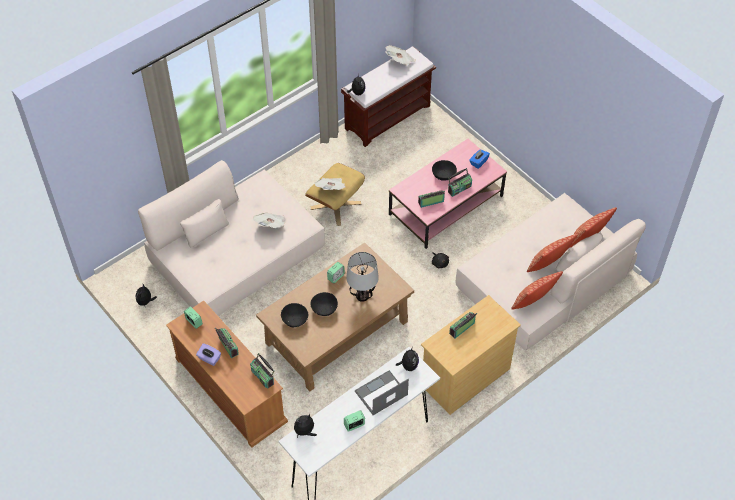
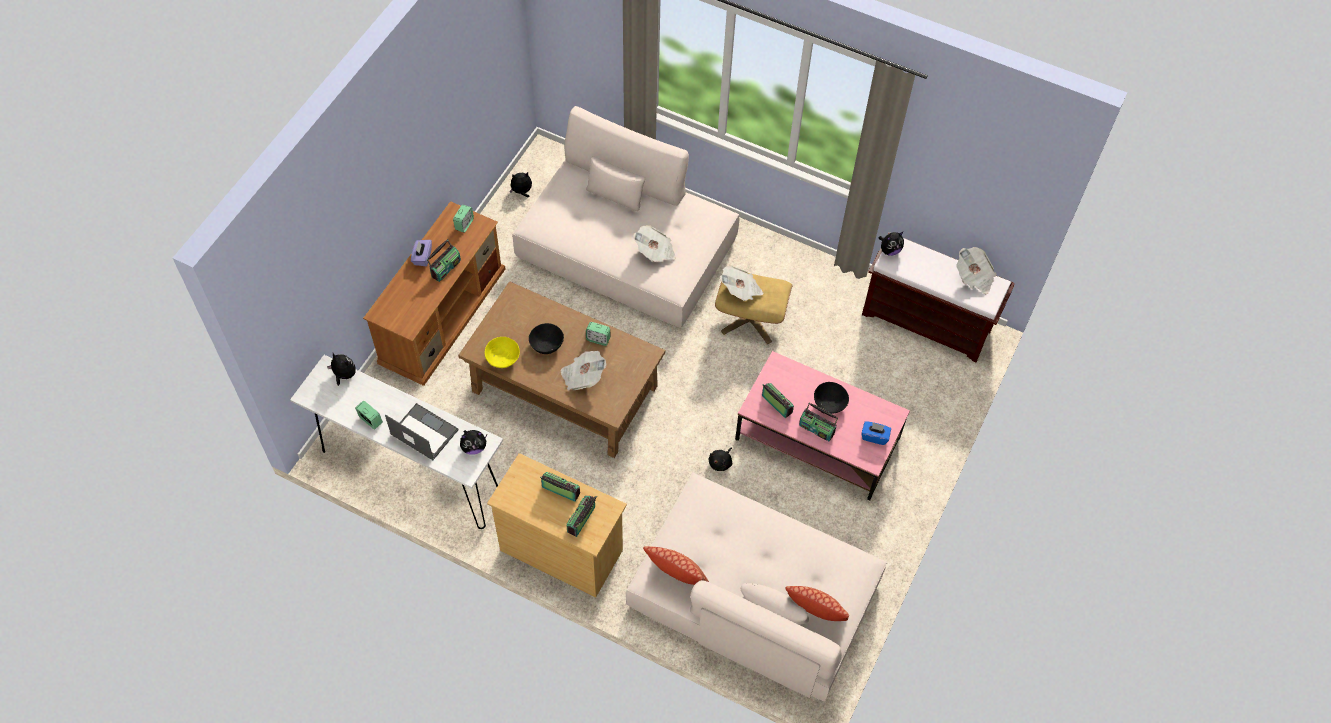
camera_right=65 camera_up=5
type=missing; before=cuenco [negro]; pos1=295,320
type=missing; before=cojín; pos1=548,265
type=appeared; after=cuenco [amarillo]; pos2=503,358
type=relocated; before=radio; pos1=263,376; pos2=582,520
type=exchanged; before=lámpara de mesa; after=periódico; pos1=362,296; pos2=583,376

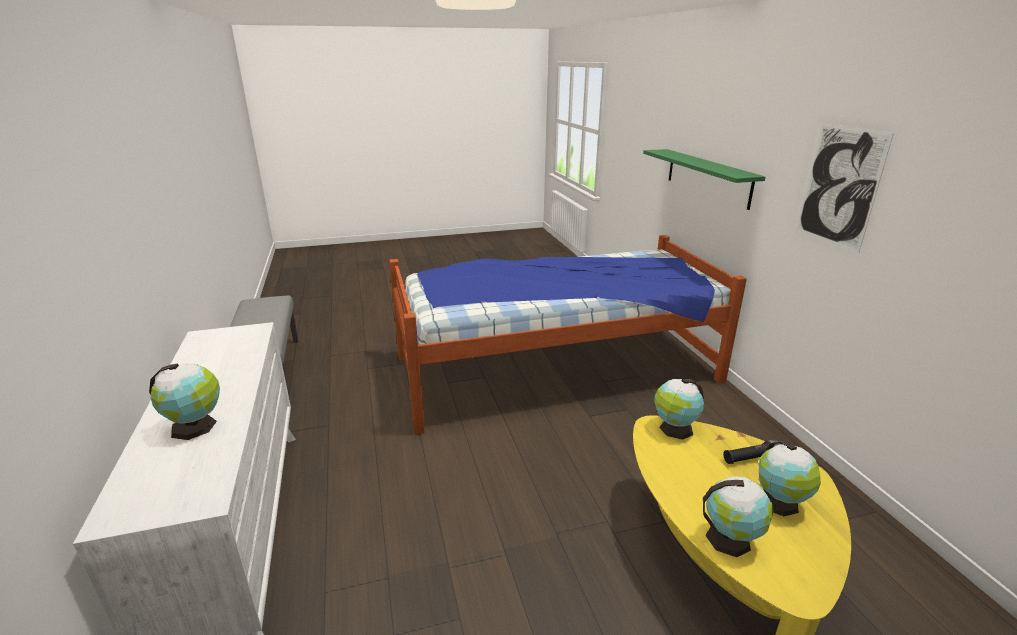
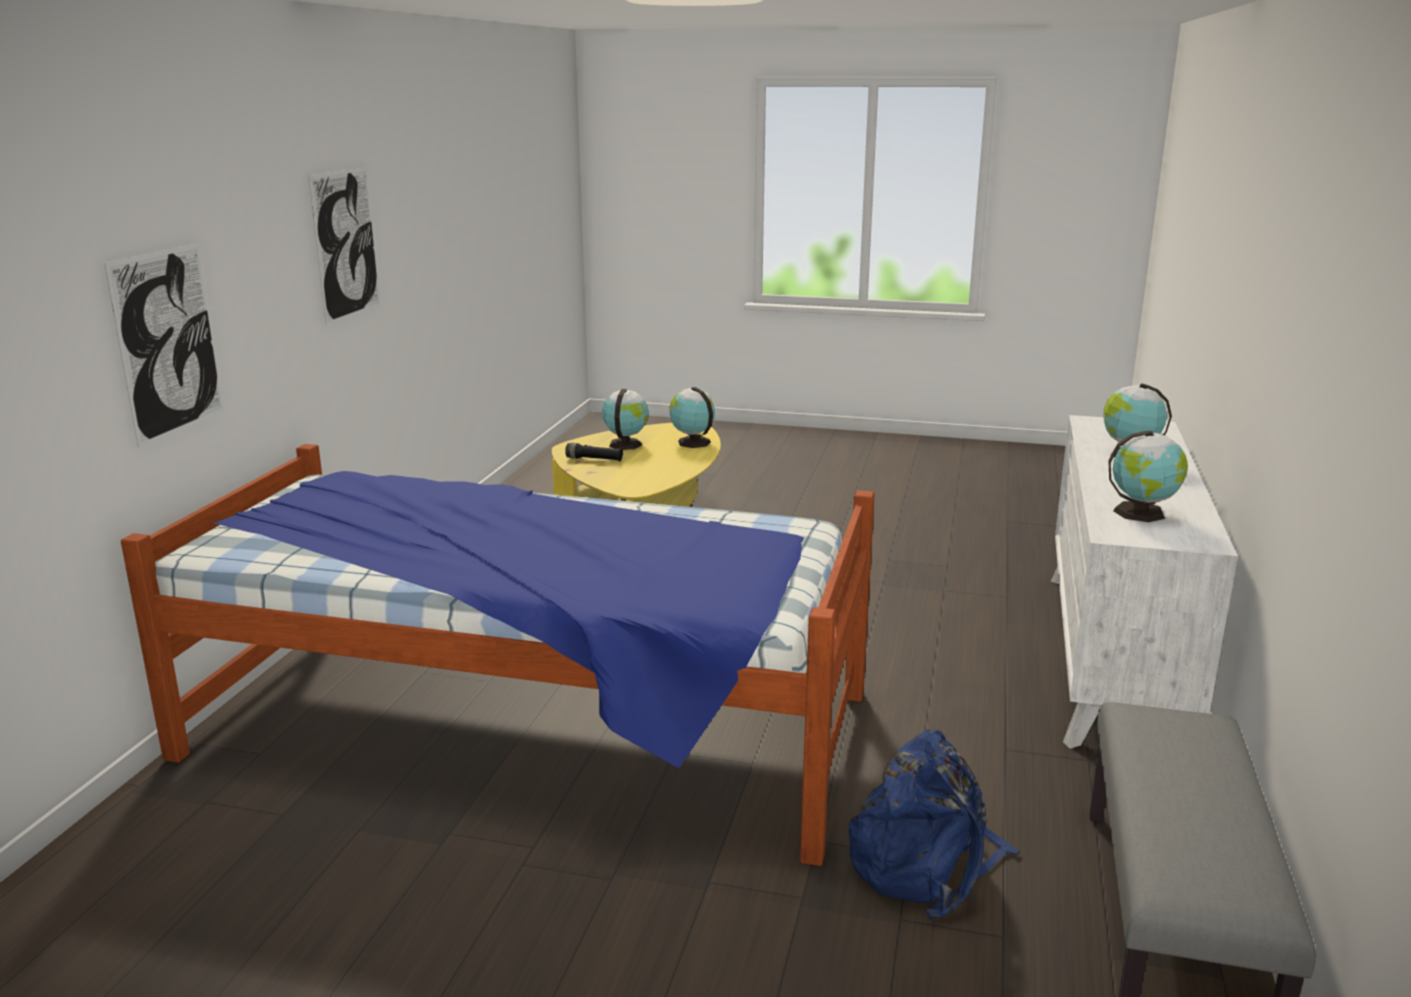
camera_right=-150 camera_up=-5
type=appeared; after=mochila [azul]; pos2=926,864
type=relocated; before=globo terráqueo; pos1=674,429; pos2=1142,513
type=exchanged; before=estante [verde]; after=cuadro; pos1=707,177; pos2=169,342

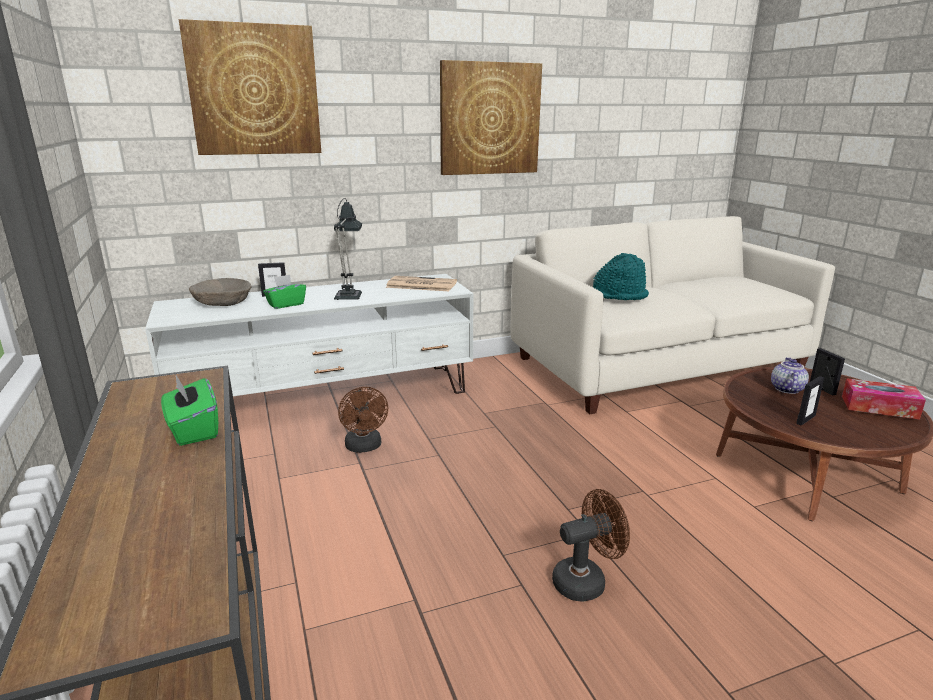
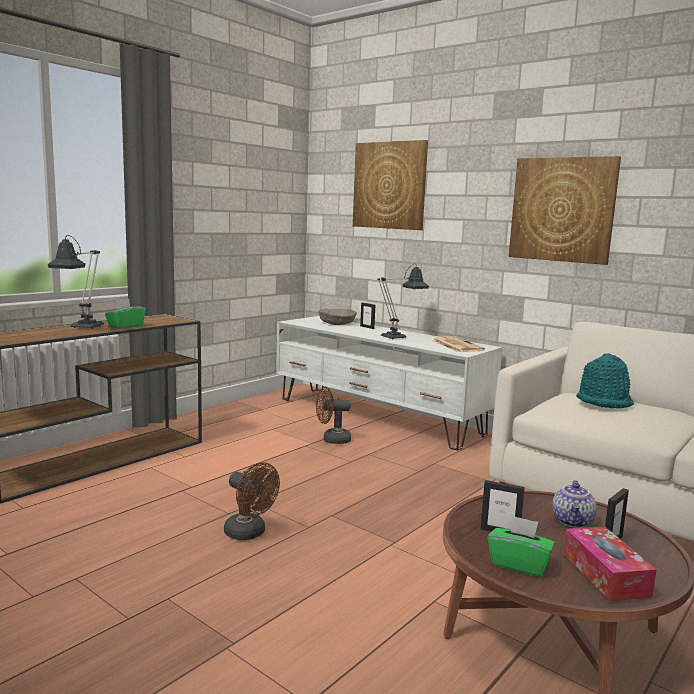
camera_right=60 camera_up=-10
type=appeared; after=lámpara de mesa; pos2=83,328
type=relocated; before=caja de pañuelos [verde]; pos1=286,304; pos2=519,564
type=spun; before=ventilador [marrón]; pos1=364,447; pos2=332,440; turn=45
type=spun; before=tetera; pos1=786,389; pos2=573,522; turn=120

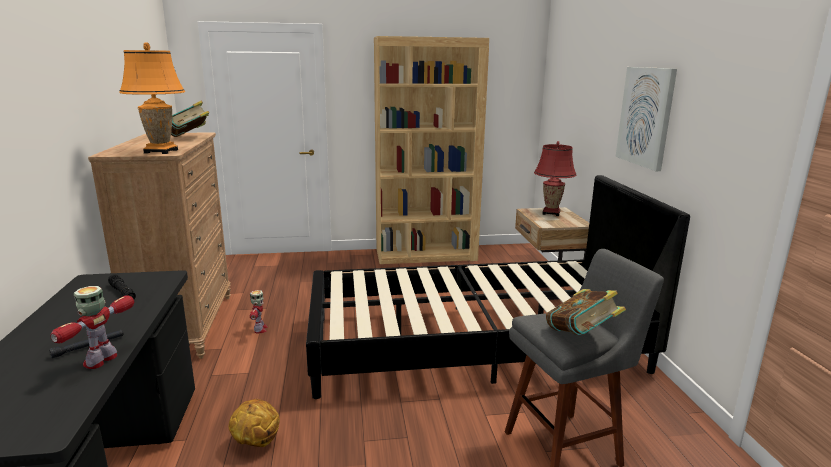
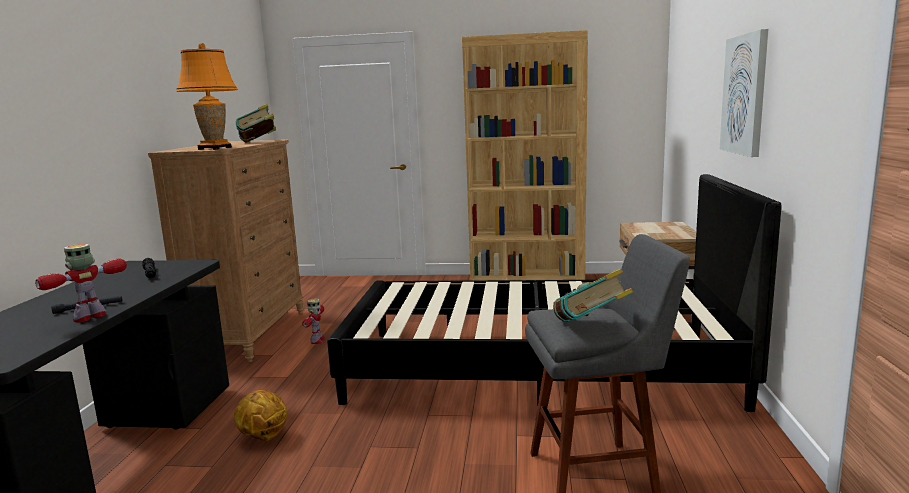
camera_right=15 camera_up=-5
type=missing; before=lámpara de mesa [rojo]; pos1=551,213

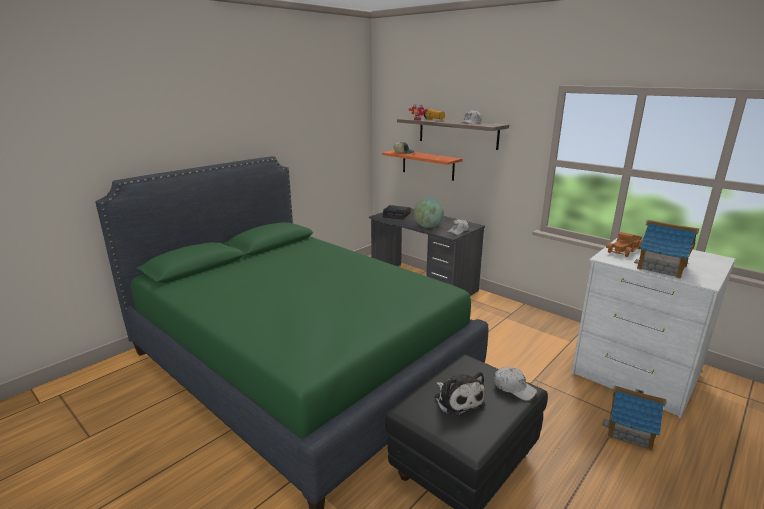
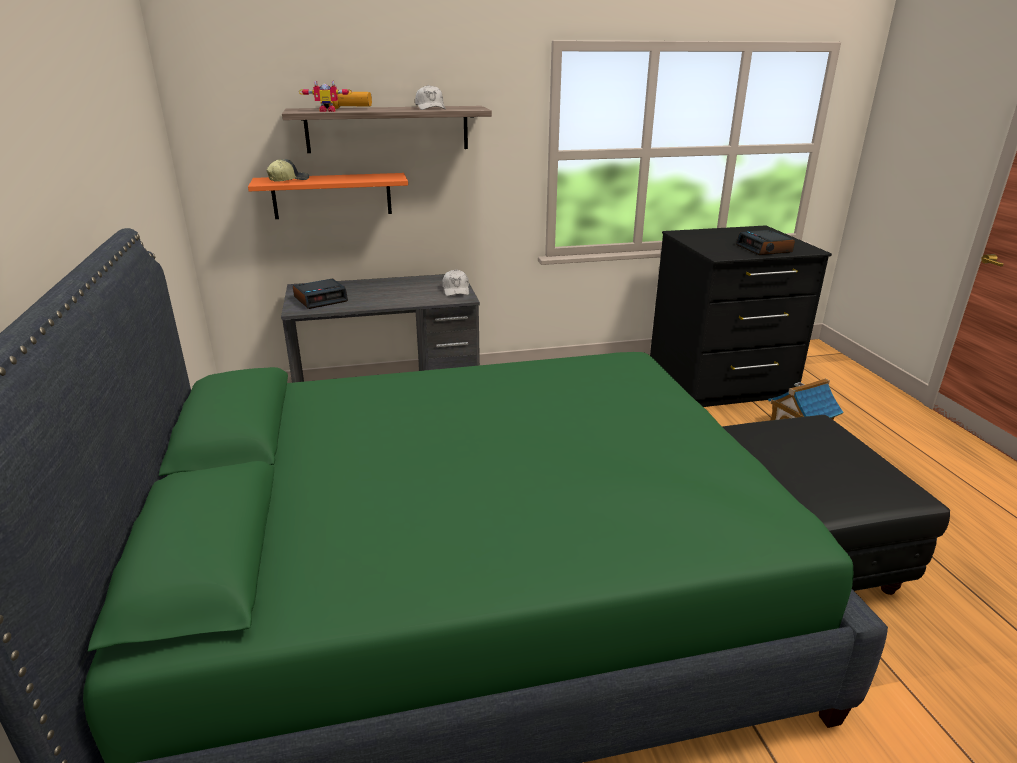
camera_right=-55 camera_up=5
type=missing; before=globo terráqueo; pos1=428,227
type=missing; before=peluche; pos1=457,400
type=missing; before=gorra [blanco]; pos1=514,388
type=missing; before=camión de juguete; pos1=624,250
type=exchanged; before=casita; after=despertador; pos1=662,267; pos2=764,249
type=colour; before=cómoda [blanco]; after=cómoda [negro]; pos1=634,375; pos2=720,382

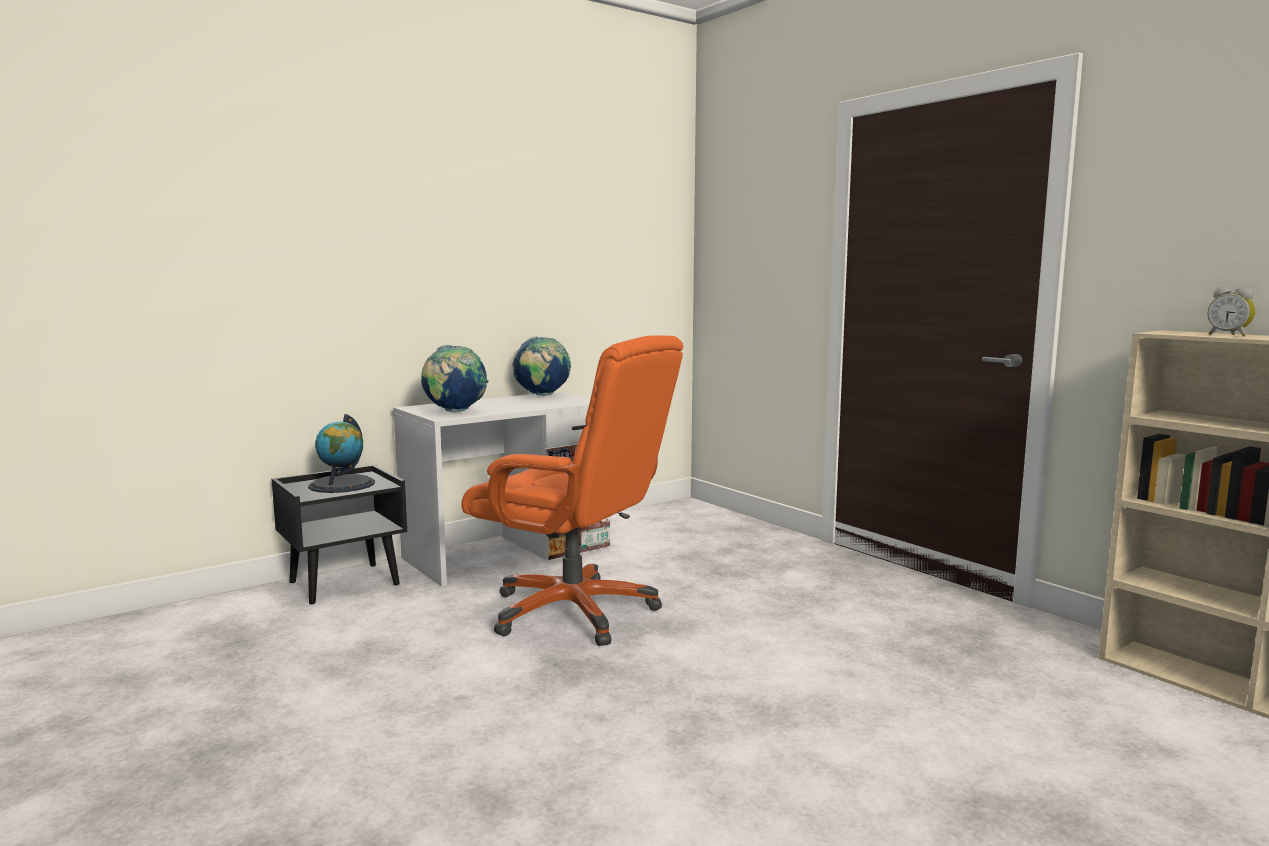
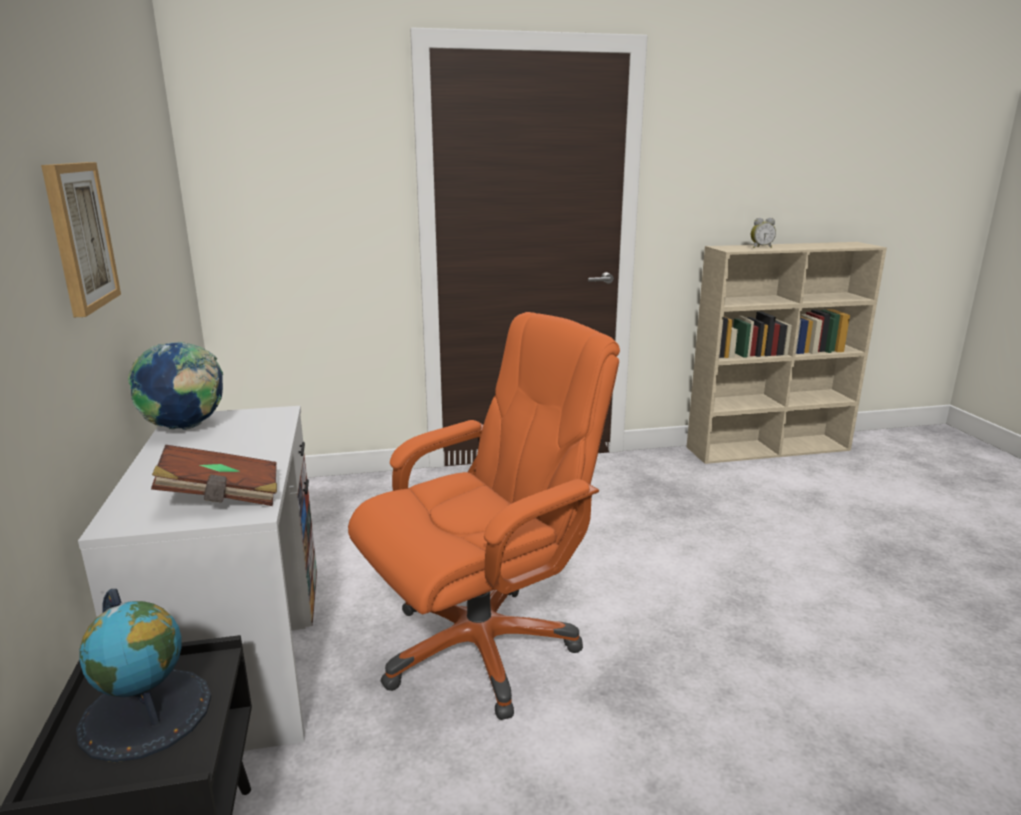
camera_right=-65 camera_up=10
type=appeared; after=cuadro; pos2=79,236
type=exchanged; before=globo terráqueo; after=libro [marrón]; pos1=454,412; pos2=221,497

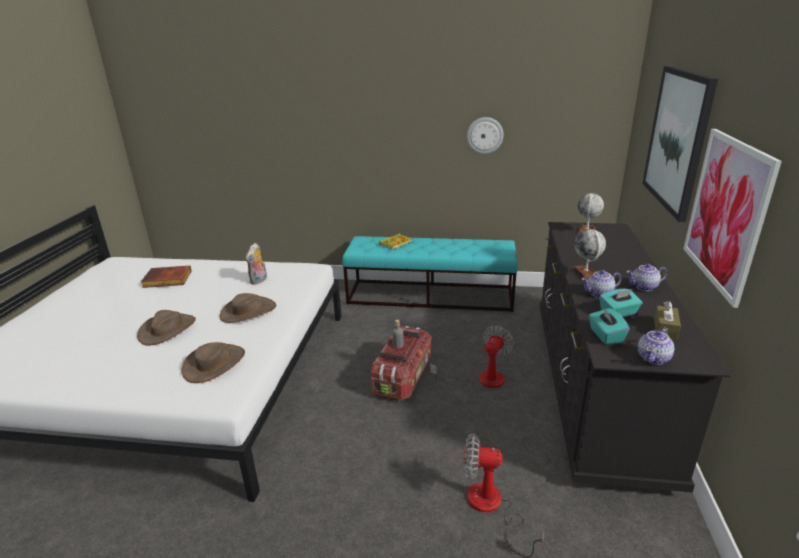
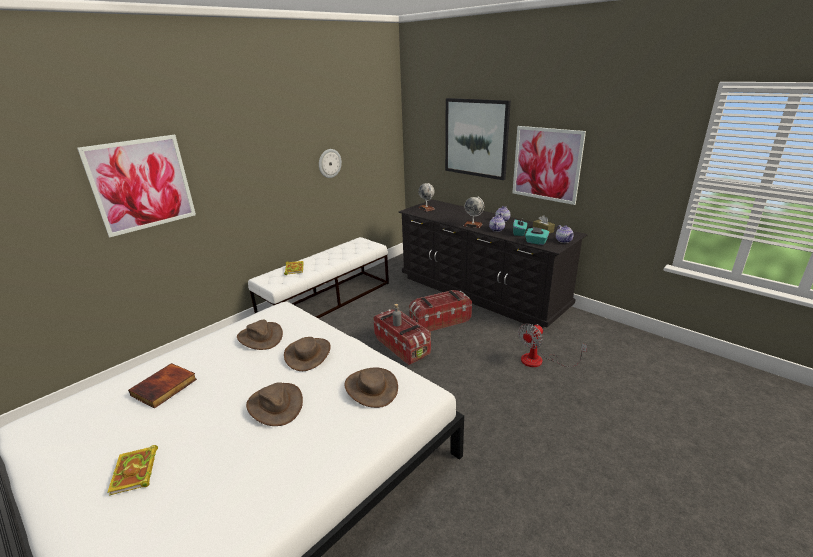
camera_right=-55 camera_up=0
type=appeared; after=cuadro; pos2=142,184
type=appeared; after=libro; pos2=135,472
type=exchanged; before=peluche; after=sombrero [marrón]; pos1=259,281; pos2=260,337
type=exchanged; before=ventilador; after=caja de almacenaje; pos1=481,380; pos2=439,321
type=colour; before=banco [turquesa]; after=banco [blanco]; pos1=430,295; pos2=327,301

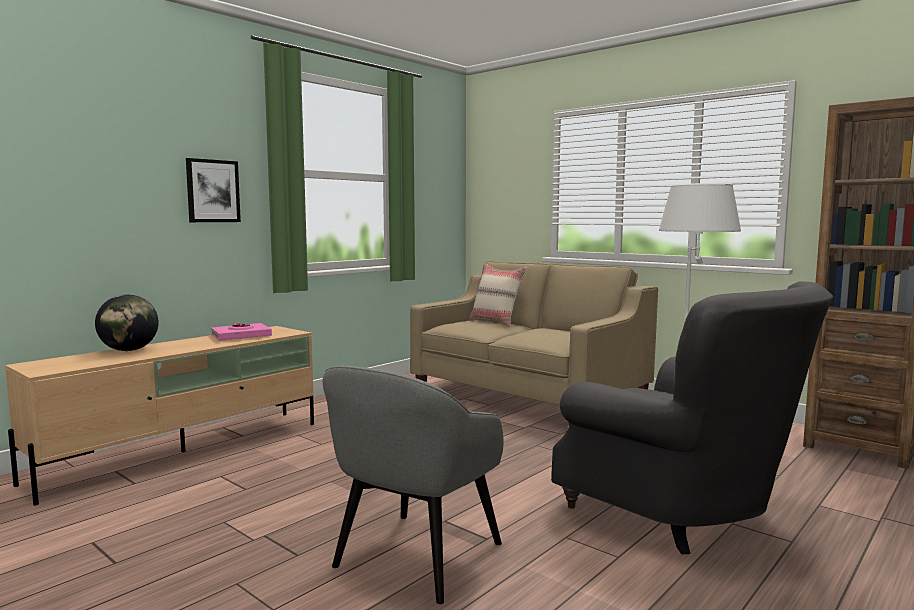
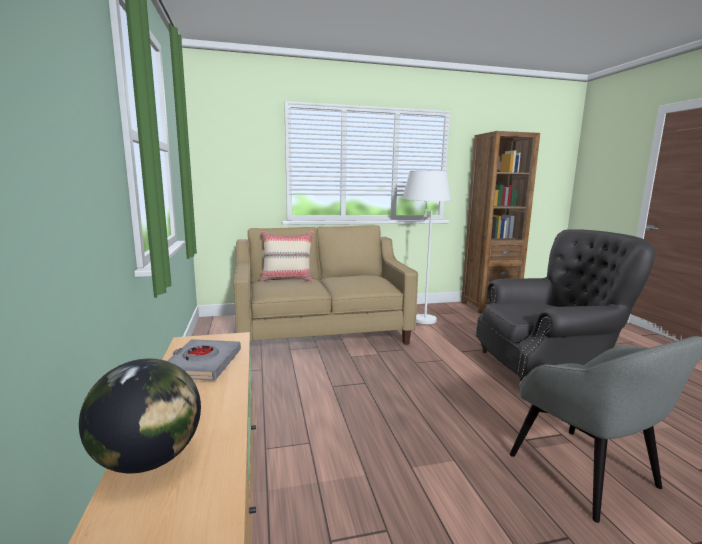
camera_right=-55 camera_up=5
type=missing; before=cuadro; pos1=213,191
type=colour; before=libro [rosa]; after=libro [gris]; pos1=241,336; pos2=202,364

